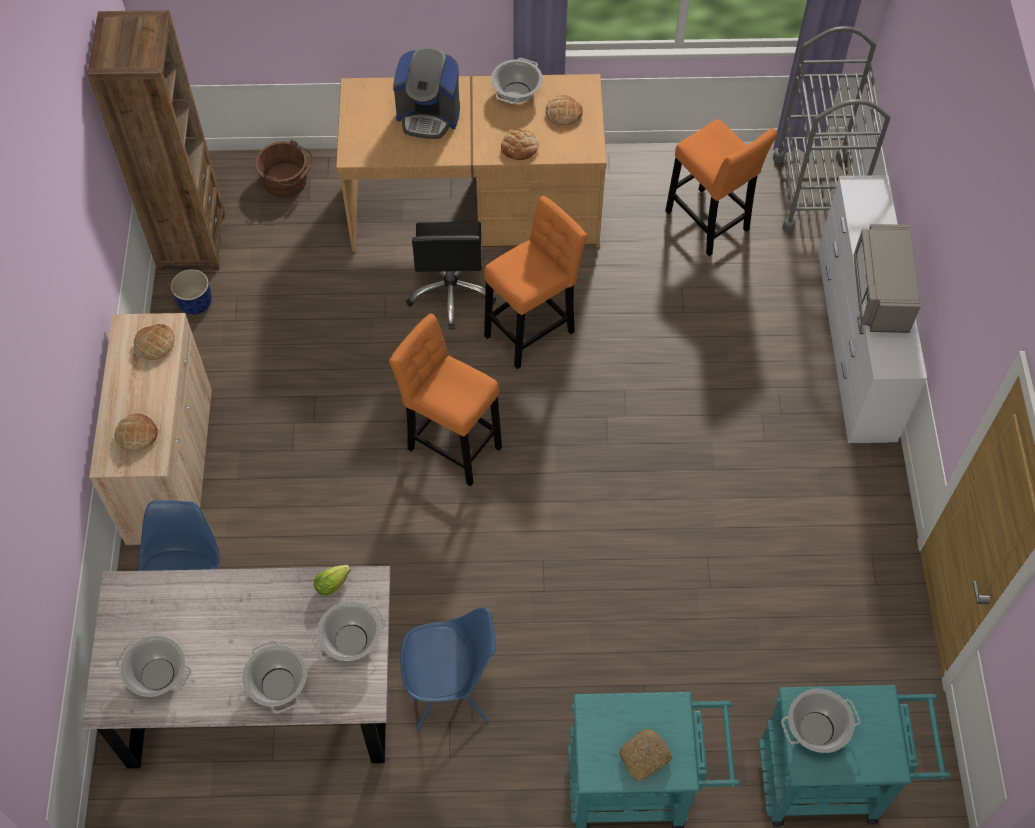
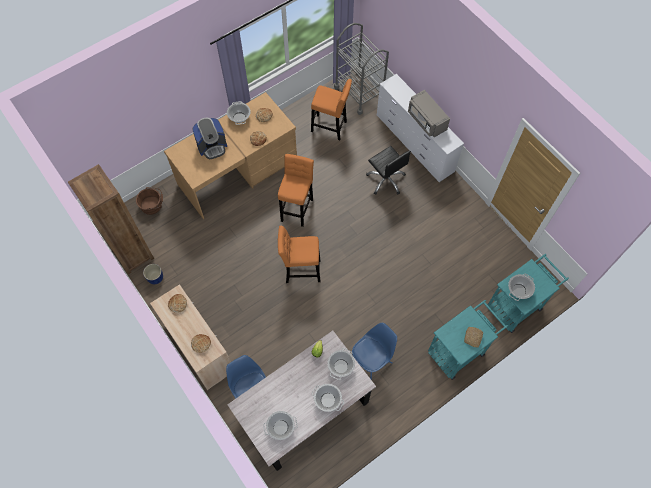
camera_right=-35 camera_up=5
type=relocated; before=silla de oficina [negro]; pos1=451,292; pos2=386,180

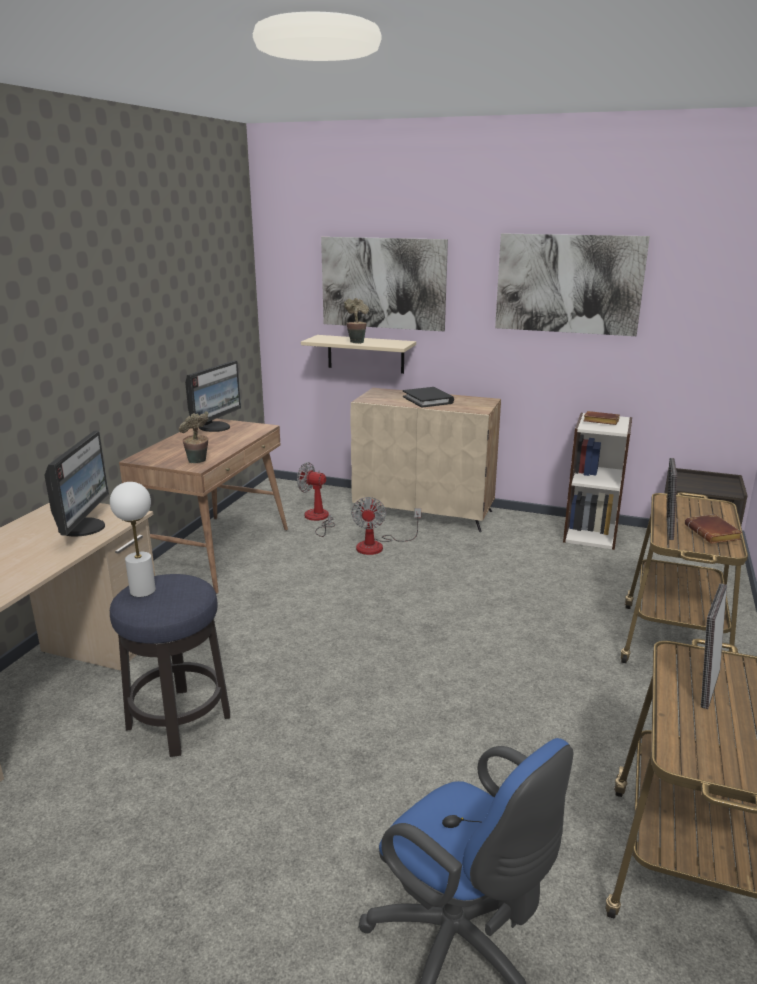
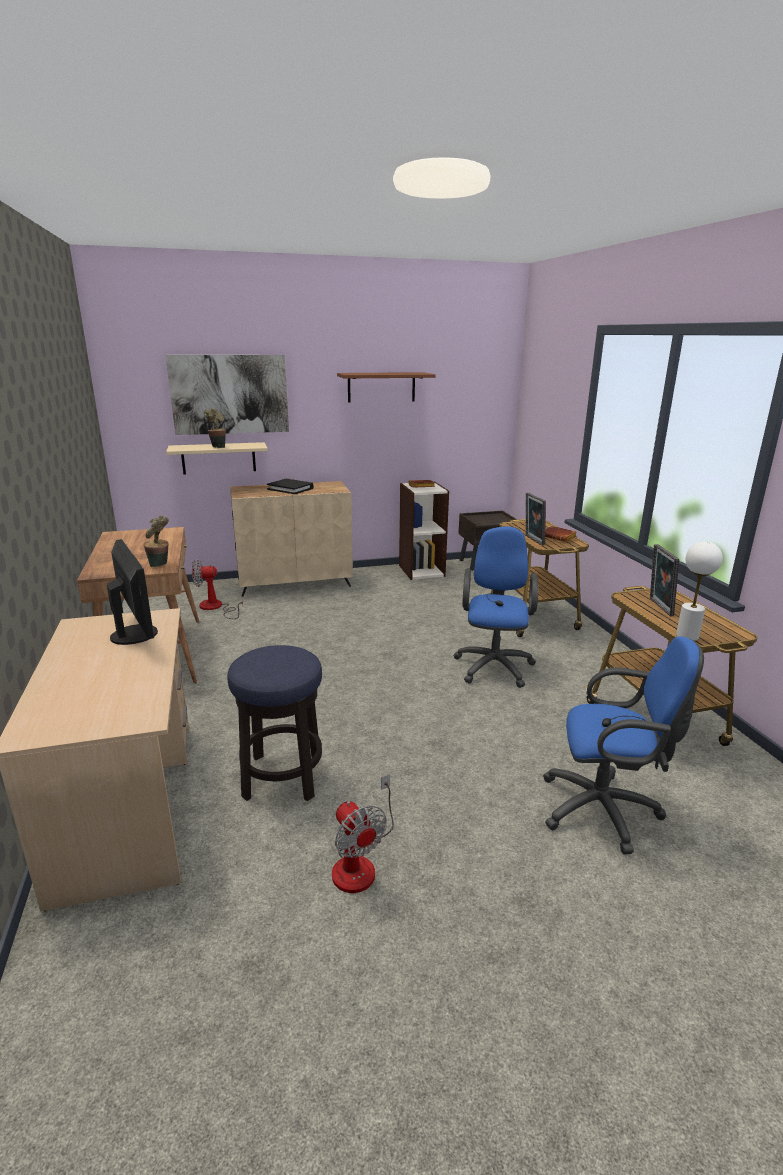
camera_right=-35 camera_up=0
type=missing; before=monitor; pos1=215,427
type=appeared; after=silla de oficina [azul]; pos2=494,665
type=relocated; before=lámpara de mesa [blanco]; pos1=143,590; pos2=687,636
type=relocated; before=ventilador; pos1=378,546; pos2=360,862
type=exchanged; before=cuadro; after=estante [marrón]; pos1=568,284; pos2=381,387

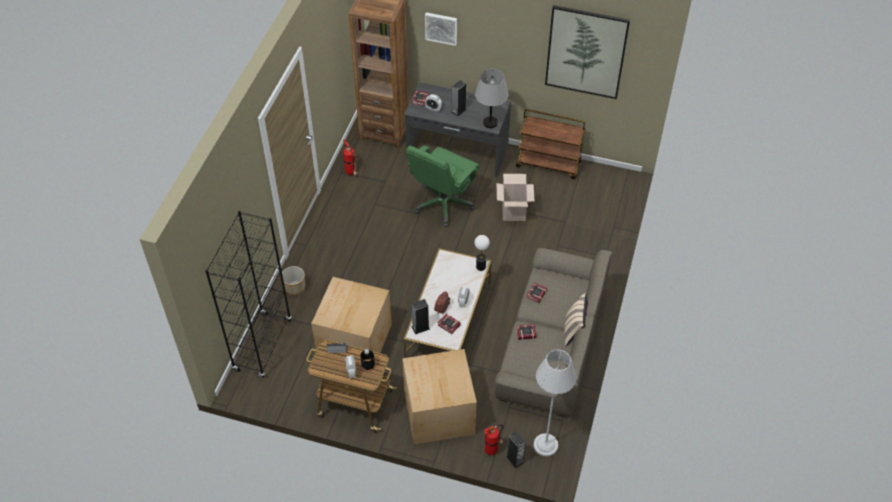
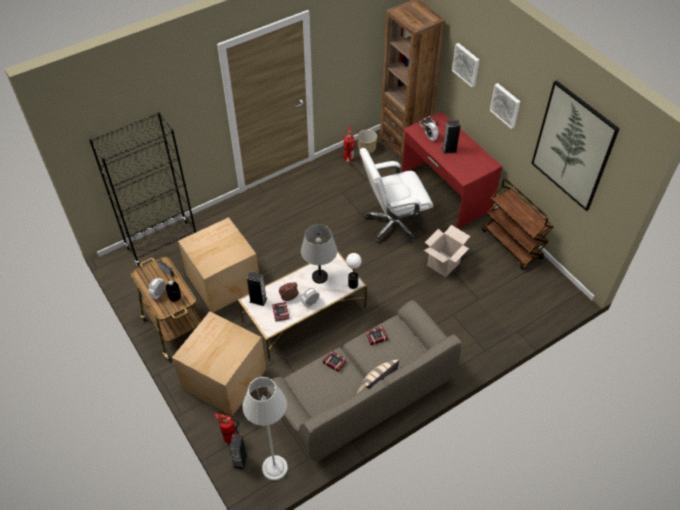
camera_right=40 camera_up=0
type=appeared; after=cuadro; pos2=506,105
type=relocated; before=maceta; pos1=294,287; pos2=366,148
type=relocated; before=lámpara de mesa [gris]; pos1=490,122; pos2=320,277
type=colour; before=escritorio [gris]; after=escritorio [rojo]; pos1=457,152; pos2=445,191
type=colour; before=silla de oficina [verde]; after=silla de oficina [blanco]; pos1=443,204; pos2=393,224

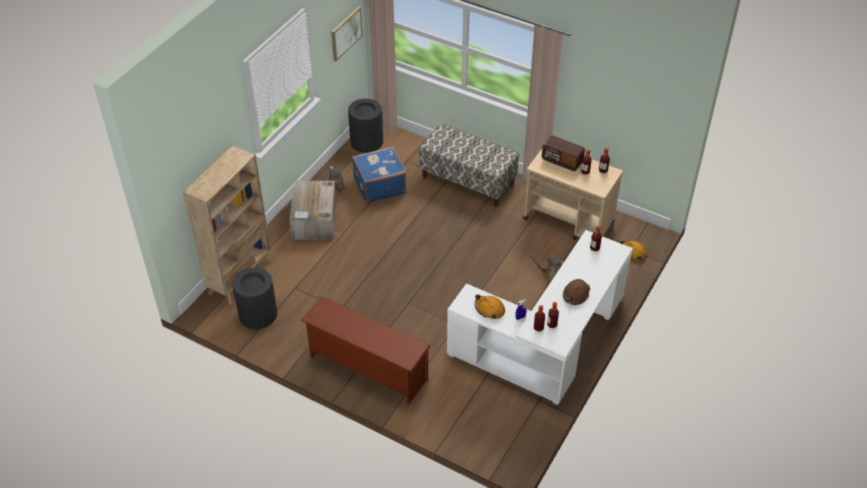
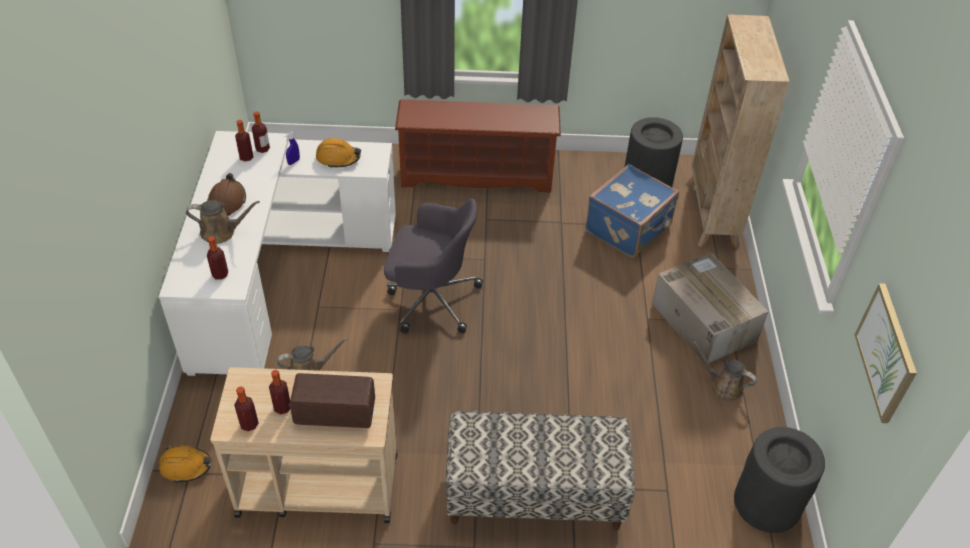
camera_right=150 camera_up=0
type=appeared; after=regadera [marrón]; pos2=221,232
type=appeared; after=silla de oficina [gris]; pos2=431,299
type=relocated; before=maleta [azul]; pos1=379,186; pos2=629,229

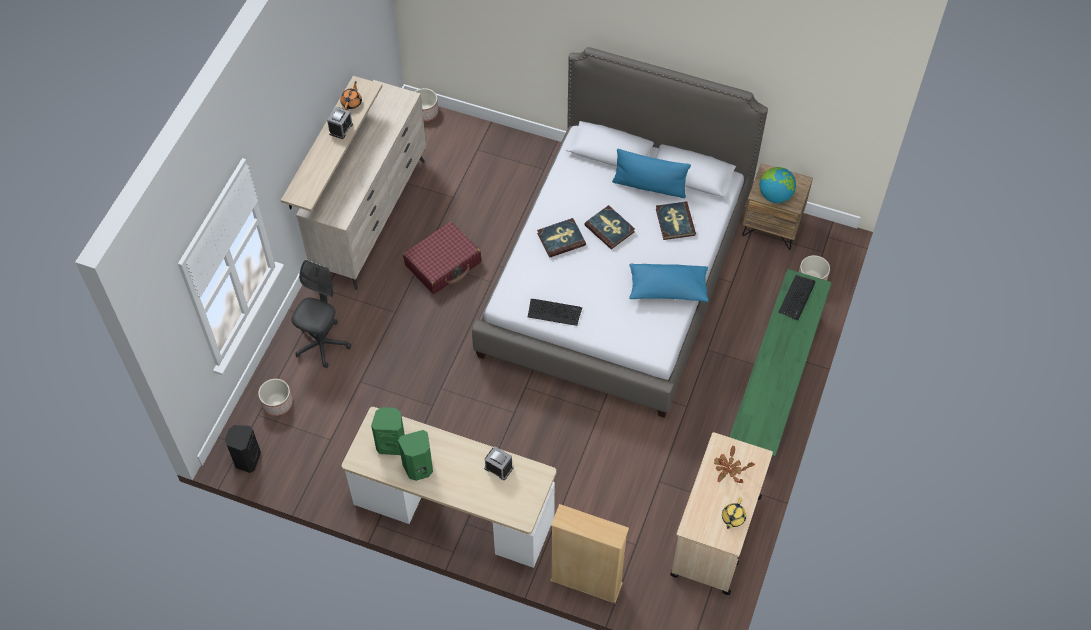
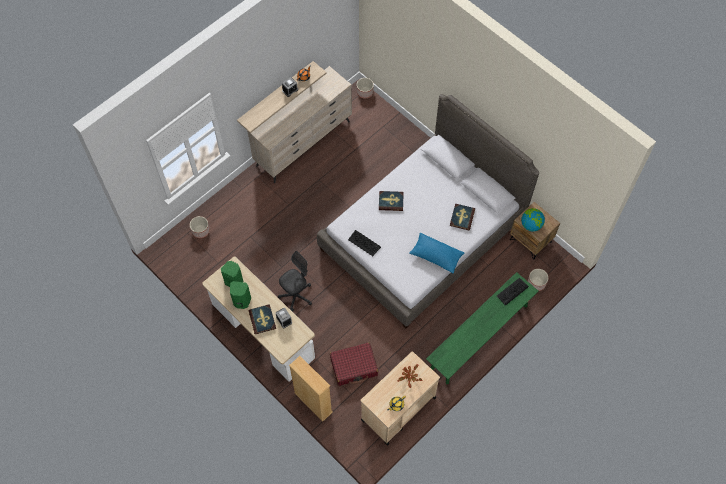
camera_right=25 camera_up=5
type=missing; before=altavoz [negro]; pos1=247,459
type=missing; before=cojín [azul]; pos1=649,186
type=relocated; before=silla de oficina [gris]; pos1=322,344; pos2=296,295
type=relocated; before=maleta [rojo]; pos1=443,264; pos2=354,366
type=relocated; before=libro; pos1=609,228; pos2=262,319

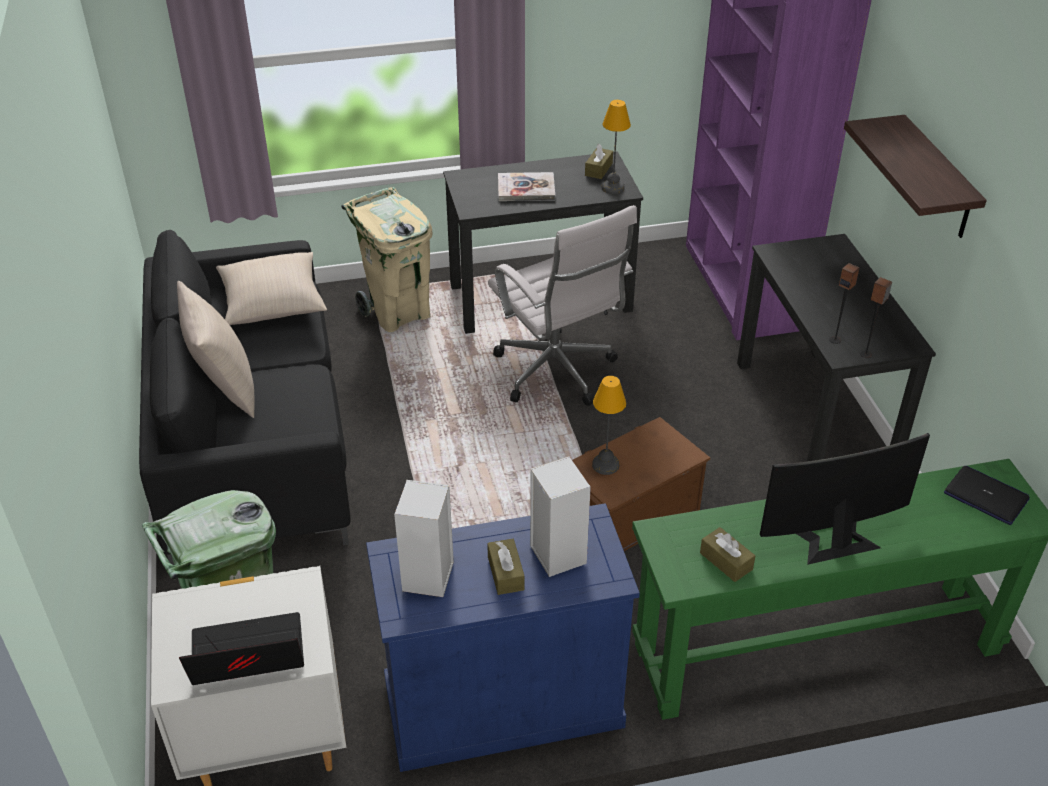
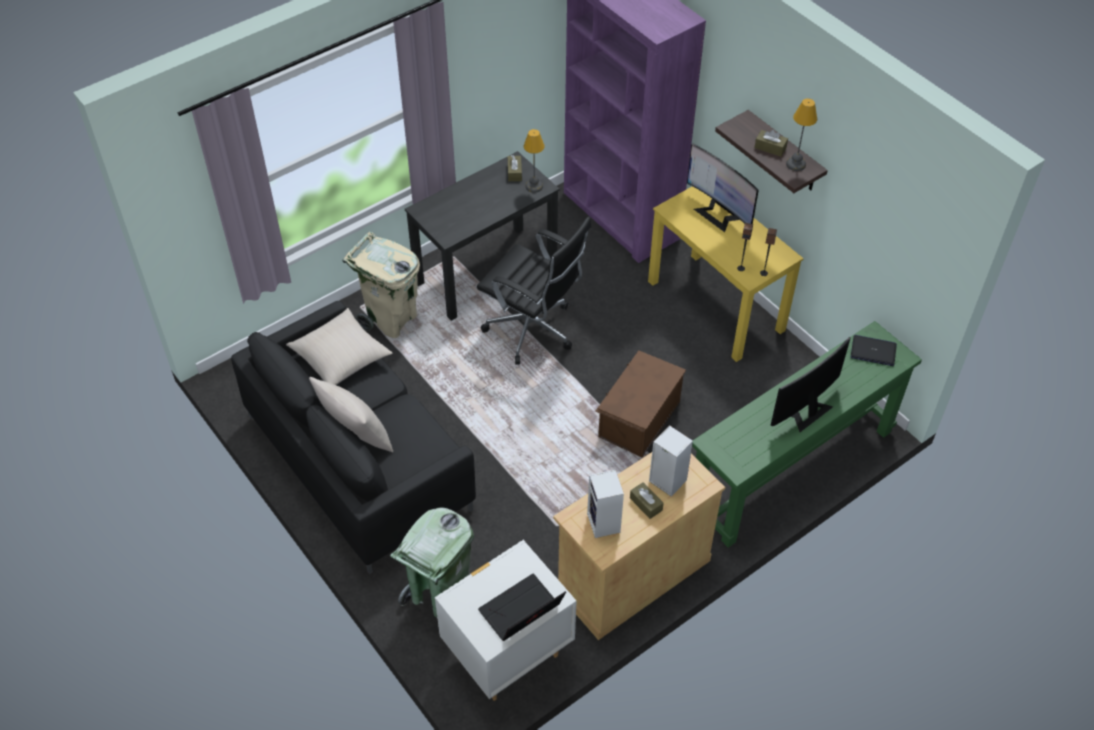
camera_right=-25 camera_up=10
type=missing; before=libro; pos1=526,189
type=appeared; after=monitor; pos2=718,214
type=relocated; before=lámpara de mesa; pos1=605,464; pos2=795,164
type=relocated; before=caja de pañuelos [marrón]; pos1=726,561; pos2=770,148
type=colour; before=armario [azul]; after=armario [beis]; pos1=503,703; pos2=632,575
type=colour; before=silla de oficina [blanco]; after=silla de oficina [negro]; pos1=557,374; pos2=534,331
type=colour; before=escritorio [negro]; after=escritorio [amarillo]; pos1=814,415; pos2=716,306

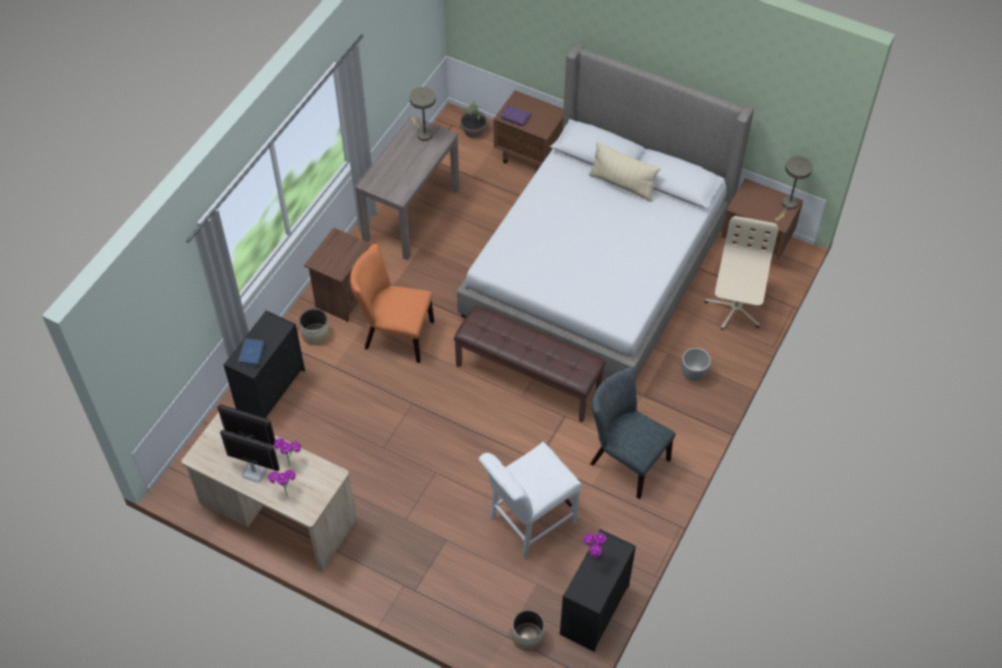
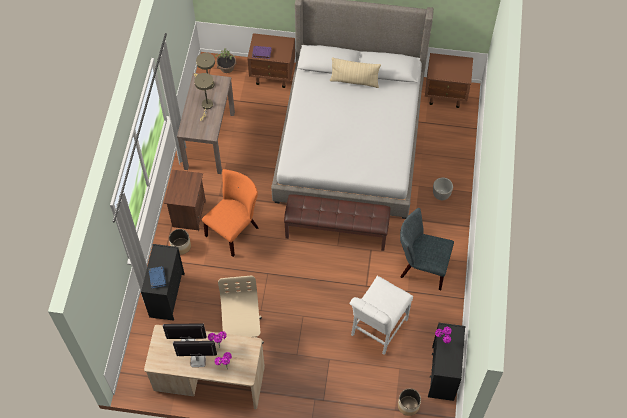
camera_right=-20 camera_up=5
type=relocated; before=silla de oficina [beis]; pos1=735,308; pos2=242,332
type=relocated; before=lámpara de mesa [beis]; pos1=788,205; pos2=206,106
type=spun; before=silla [naranja]; pos1=394,335; pos2=234,229; turn=135

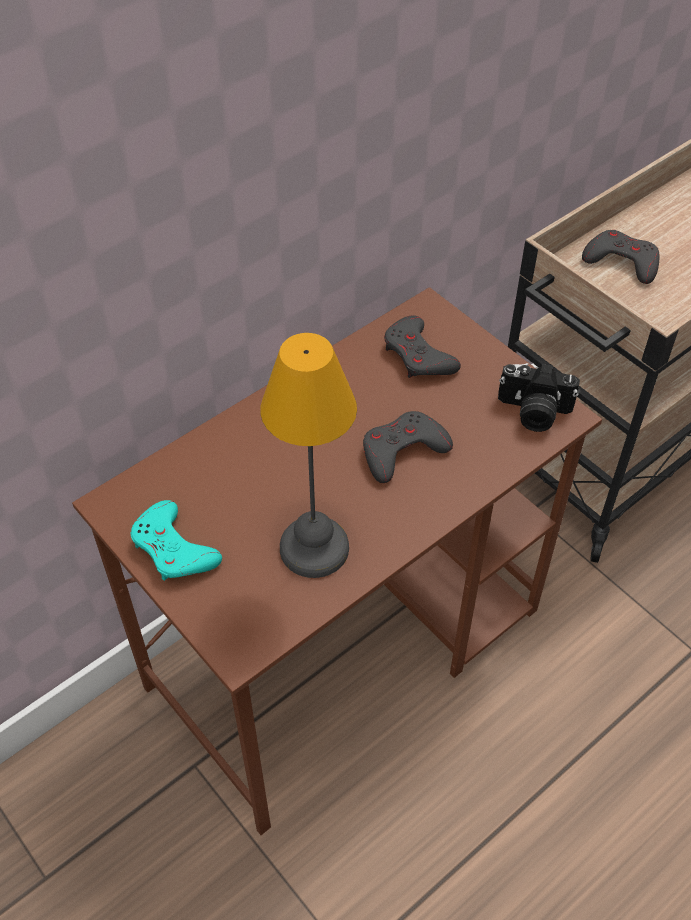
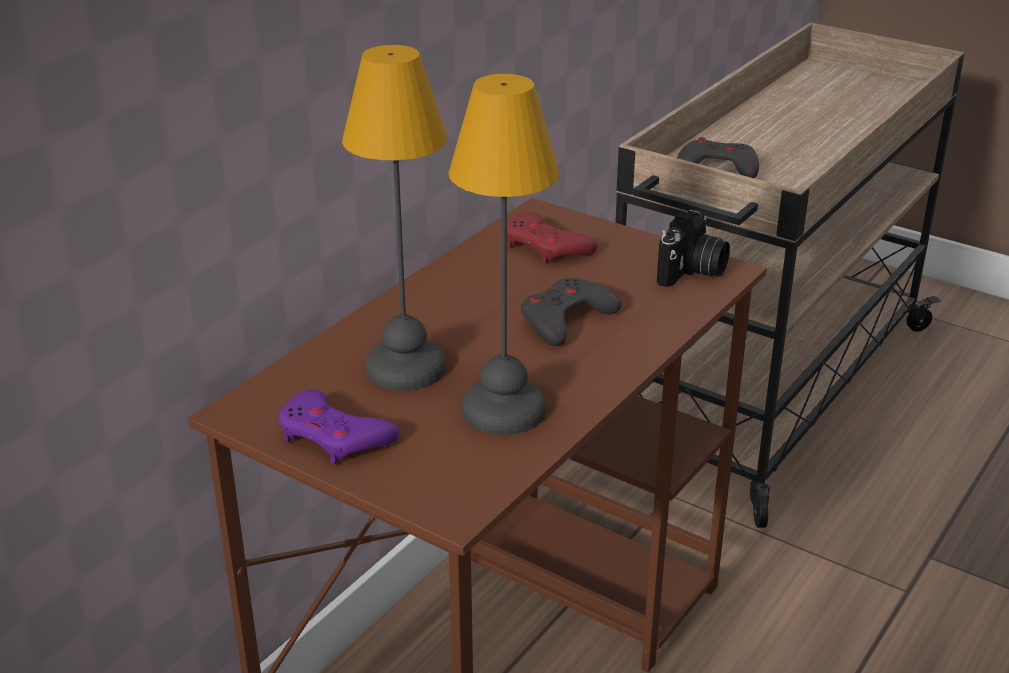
camera_right=-15 camera_up=-20
type=appeared; after=lámpara de mesa; pos2=403,367
type=colour; before=mando de consola [turquesa]; after=mando de consola [morado]; pos1=174,549; pos2=334,436
type=colour; before=mando de consola [gris]; after=mando de consola [rojo]; pos1=418,355; pos2=546,247
type=spun; before=cámara; pos1=533,412; pos2=692,272; turn=-60

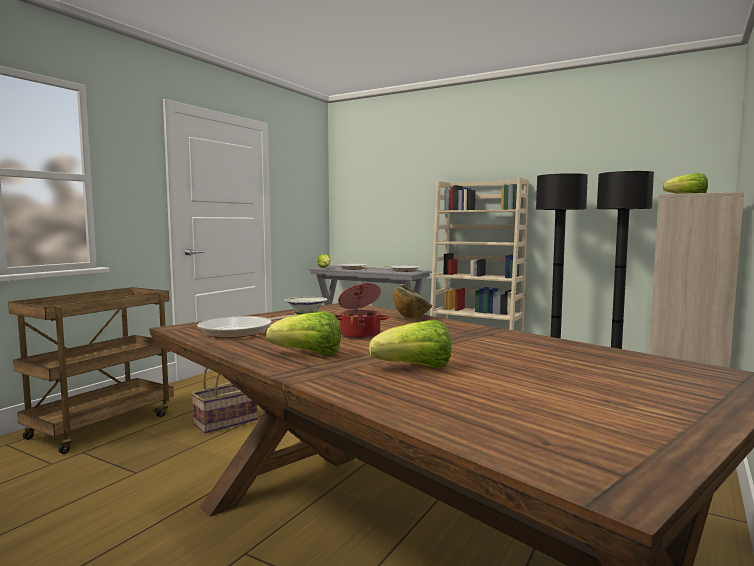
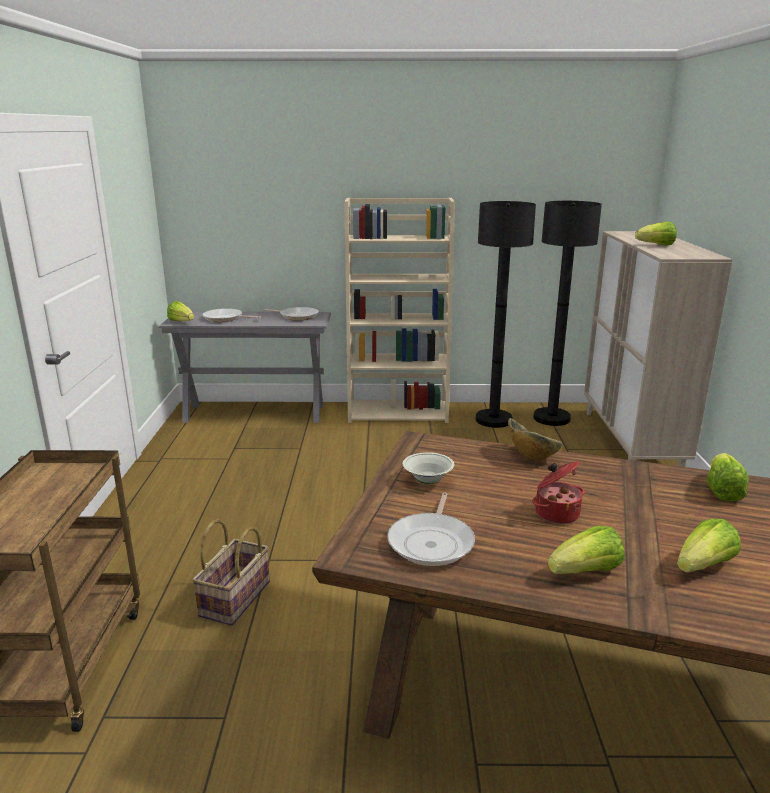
camera_right=-30 camera_up=15
type=appeared; after=lechuga; pos2=722,491

